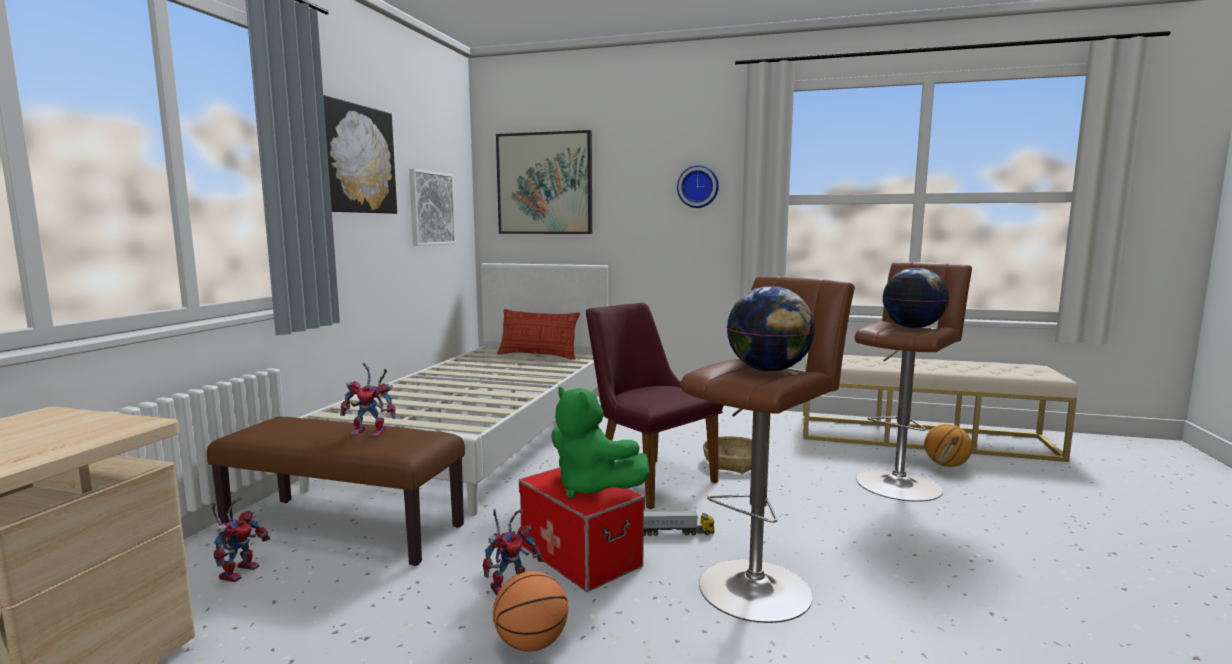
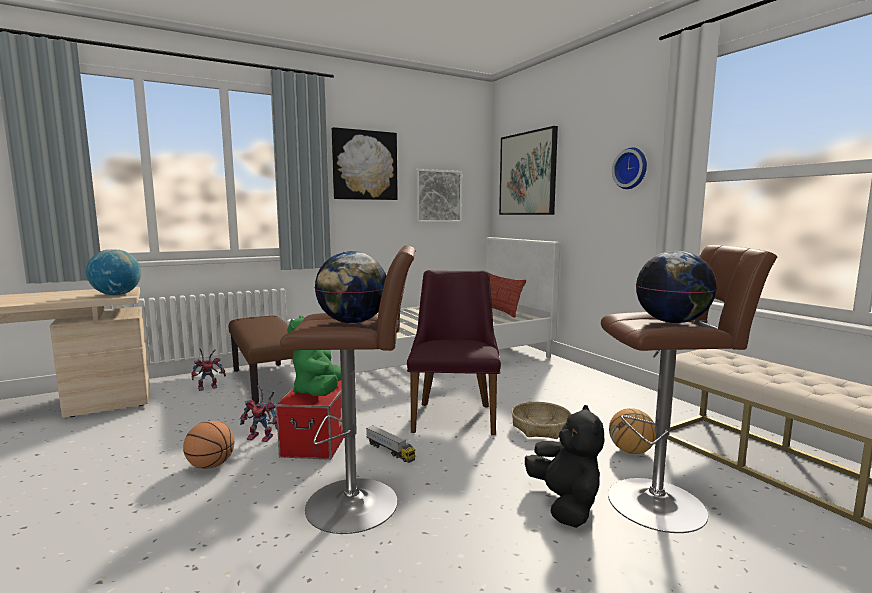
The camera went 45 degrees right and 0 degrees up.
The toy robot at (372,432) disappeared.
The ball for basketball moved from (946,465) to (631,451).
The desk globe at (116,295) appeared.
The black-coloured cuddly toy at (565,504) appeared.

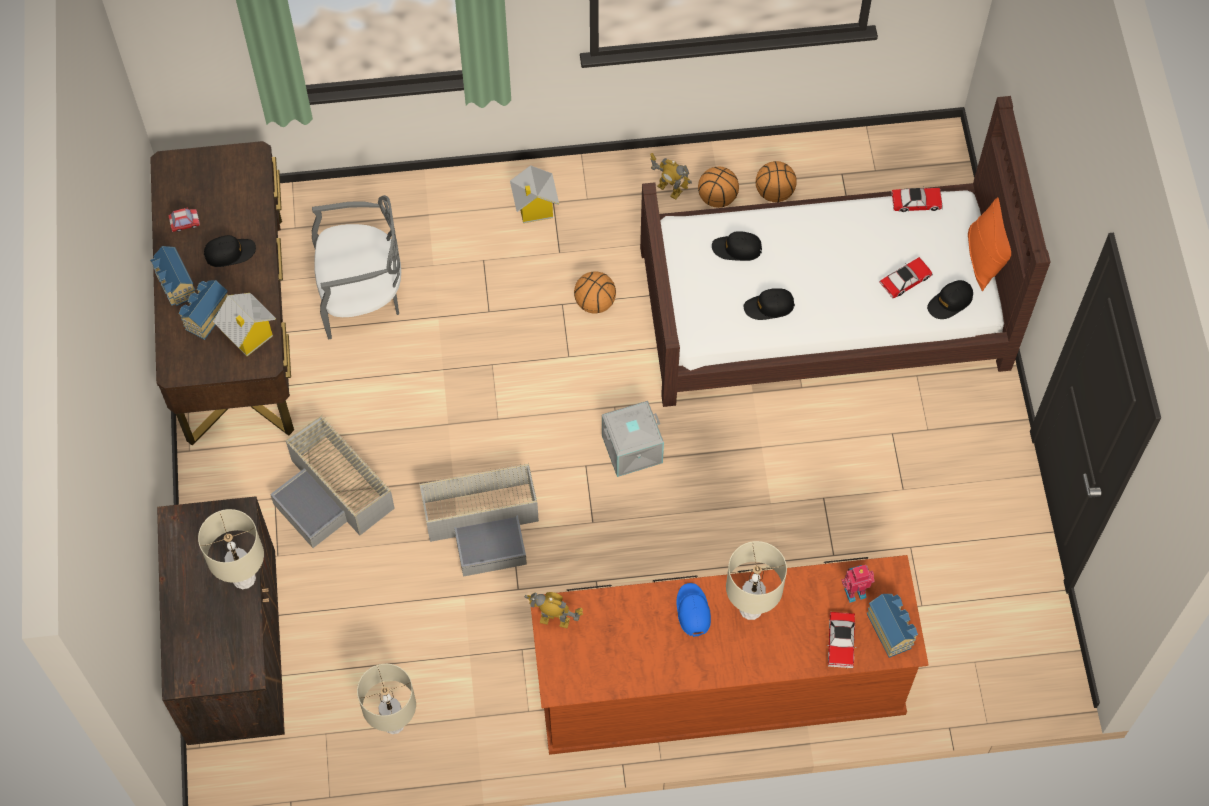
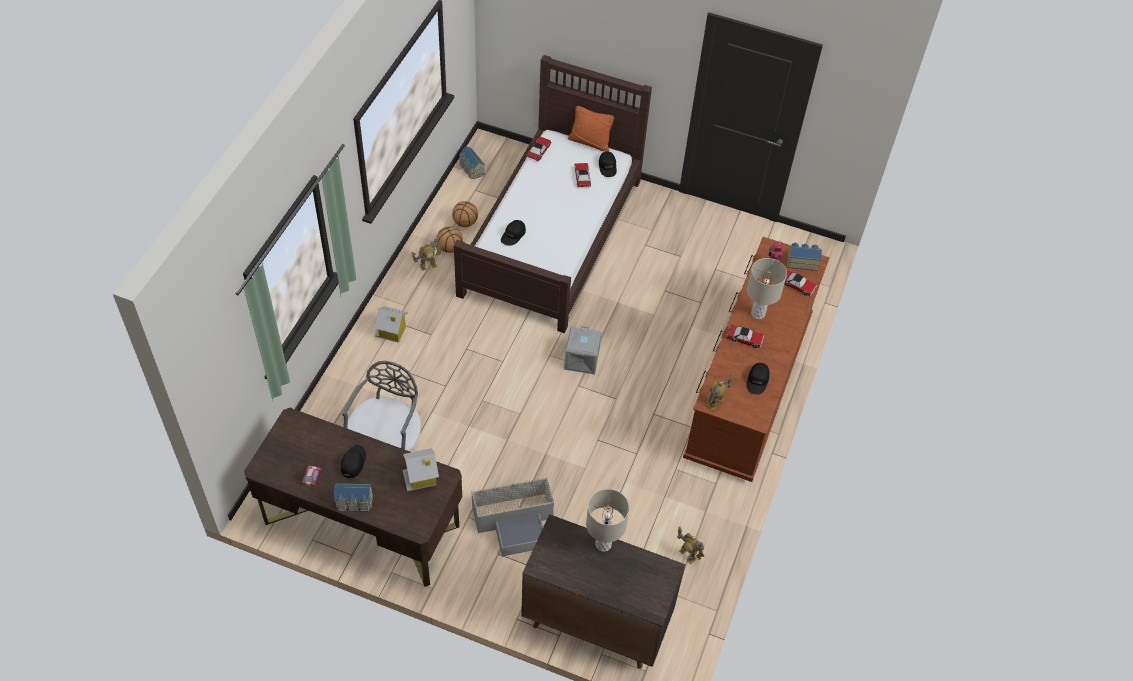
The camera went 65 degrees left and 10 degrees down.
The ball for basketball at (595,302) disappeared.
The toy house moved from (205,315) to (471,169).
The black-coloured cap moved from (769,307) to (757,381).
The greyish storage box at (485,523) disappeared.
The blue cap at (693,611) was replaced by the miniature car at (745,338).
The beige-coloured lamp for a table at (394,724) was replaced by the toy robot at (687,555).

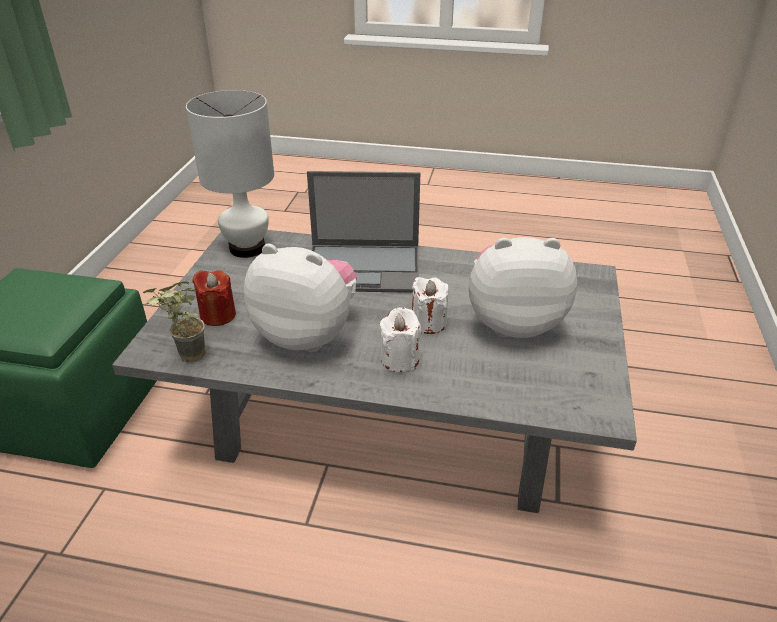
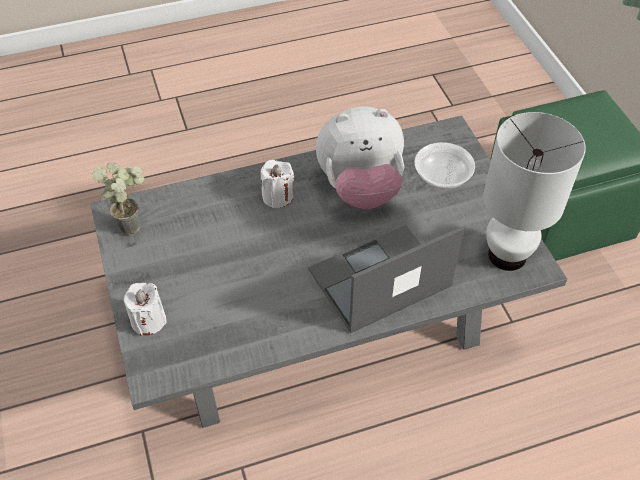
The camera went 150 degrees right and 15 degrees up.
The cuddly toy at (513,323) disappeared.
The red candle at (218,315) was replaced by the deep dish at (442,176).
The white candle moved from (428,323) to (148,320).
The houseplant moved from (185,358) to (133,222).

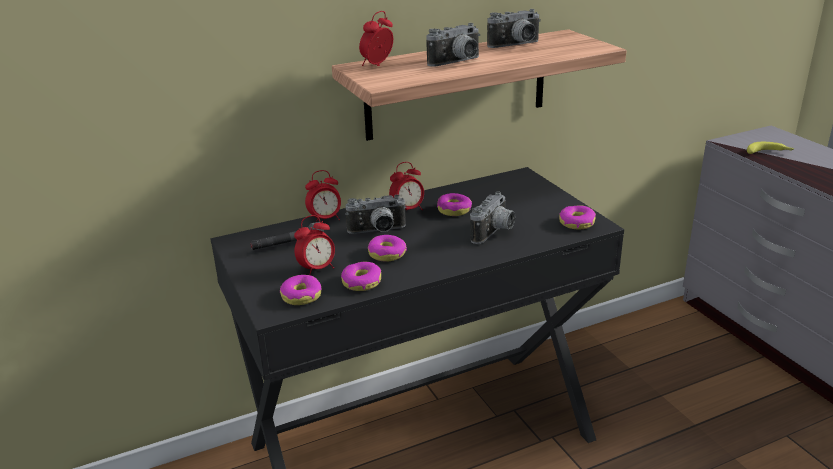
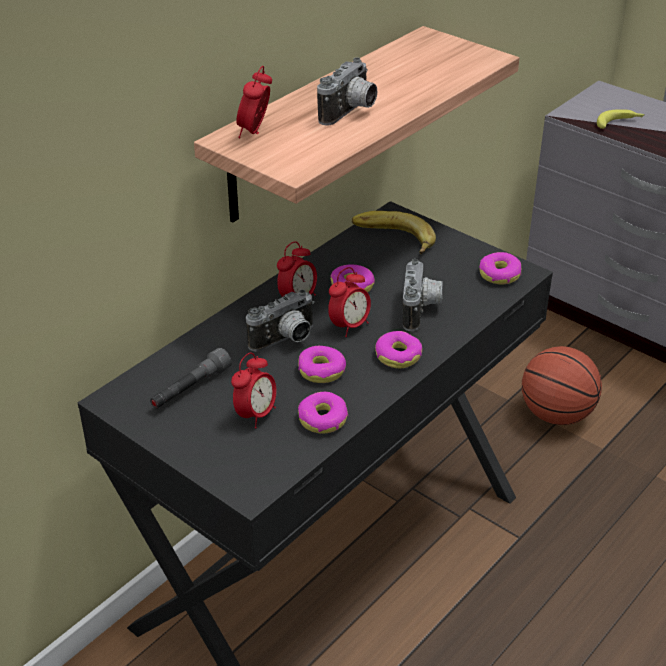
The camera went 25 degrees left and 10 degrees up.
The photo camera at (516,46) disappeared.
The bedside clock moved from (325,219) to (349,326).
The doughnut moved from (301,296) to (398,356).
The banana fruit at (392,239) appeared.
The ball for basketball at (556,414) appeared.

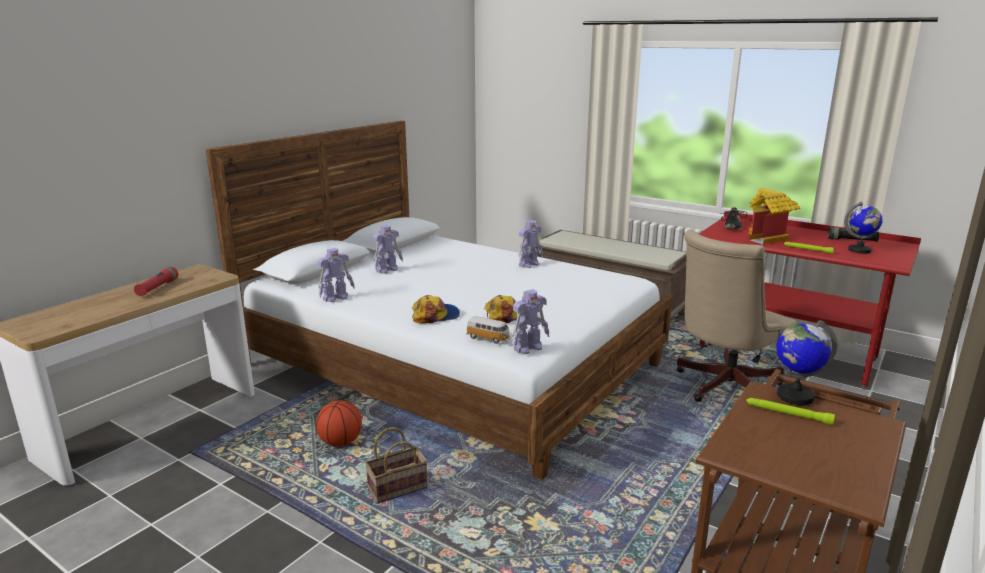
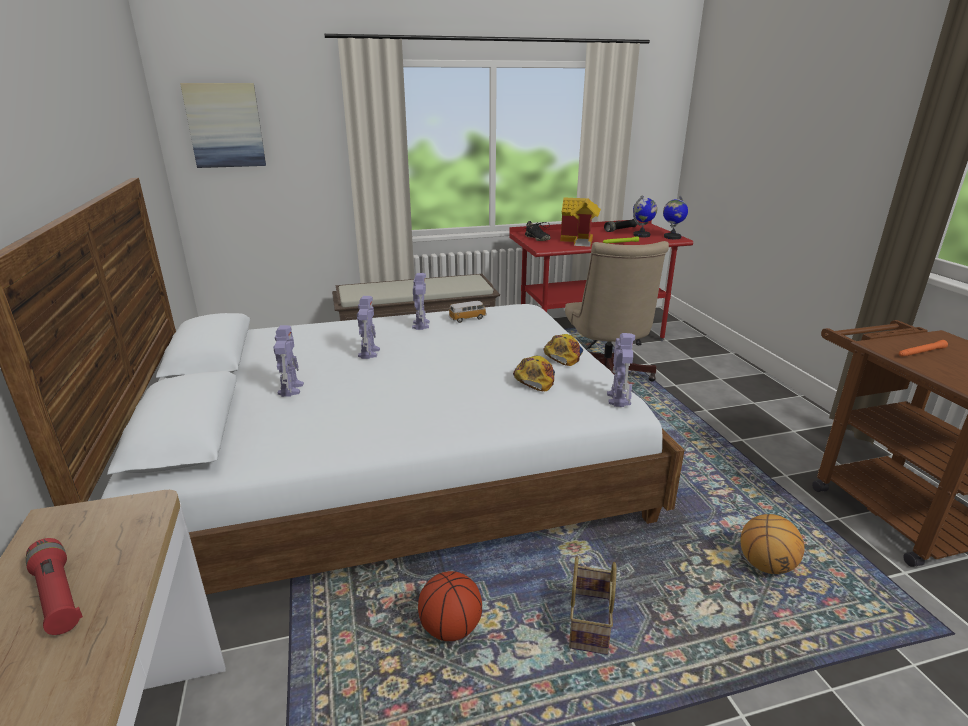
The camera went 50 degrees left and 5 degrees up.
The toy robot moved from (336,298) to (369,352).
The cap moved from (435,316) to (563,355).
The miniature car moved from (489,338) to (468,318).
The desk globe moved from (794,396) to (672,237).
The greenish hand torch at (788,414) became the orange hand torch at (920,352).
The wall art at (225,125) appeared.
The ball for basketball at (765,565) appeared.

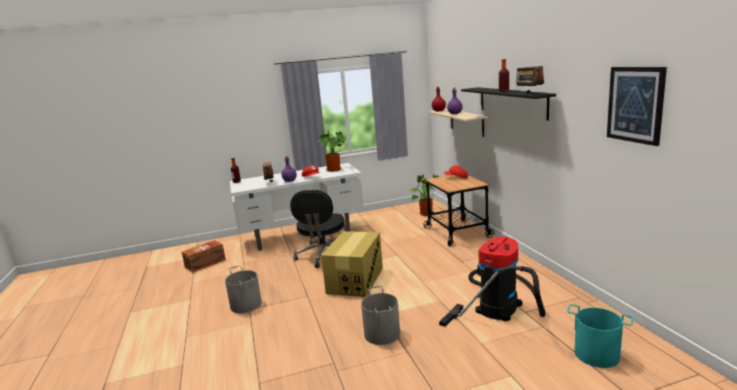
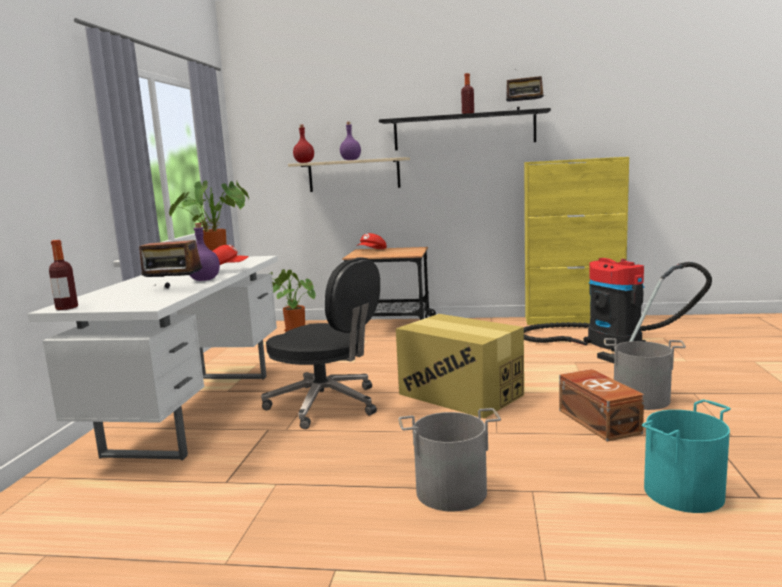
The camera went 65 degrees left and 5 degrees down.
The wall art at (635,104) disappeared.
The brownish storage box moved from (206,263) to (599,421).
The blue-green pail moved from (596,354) to (682,492).
The yellow-coloured cupboard at (574,320) appeared.

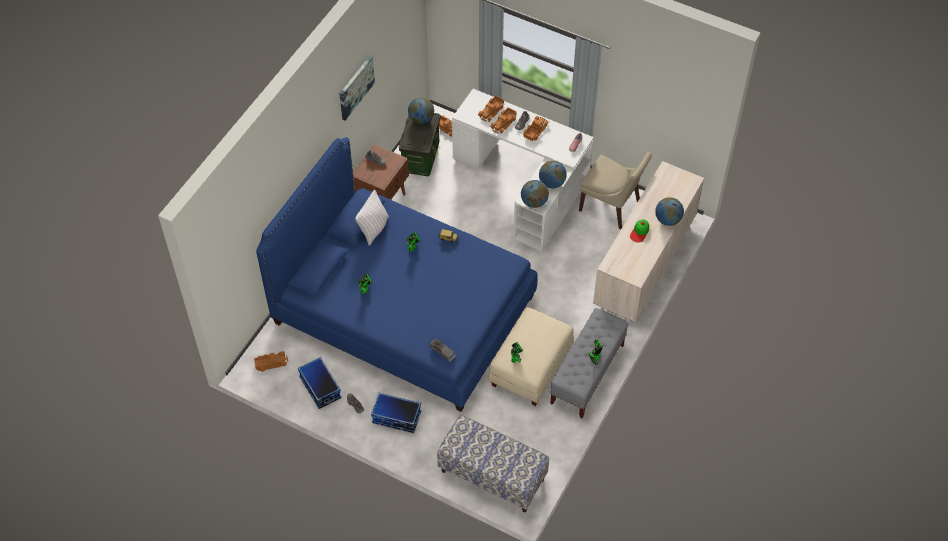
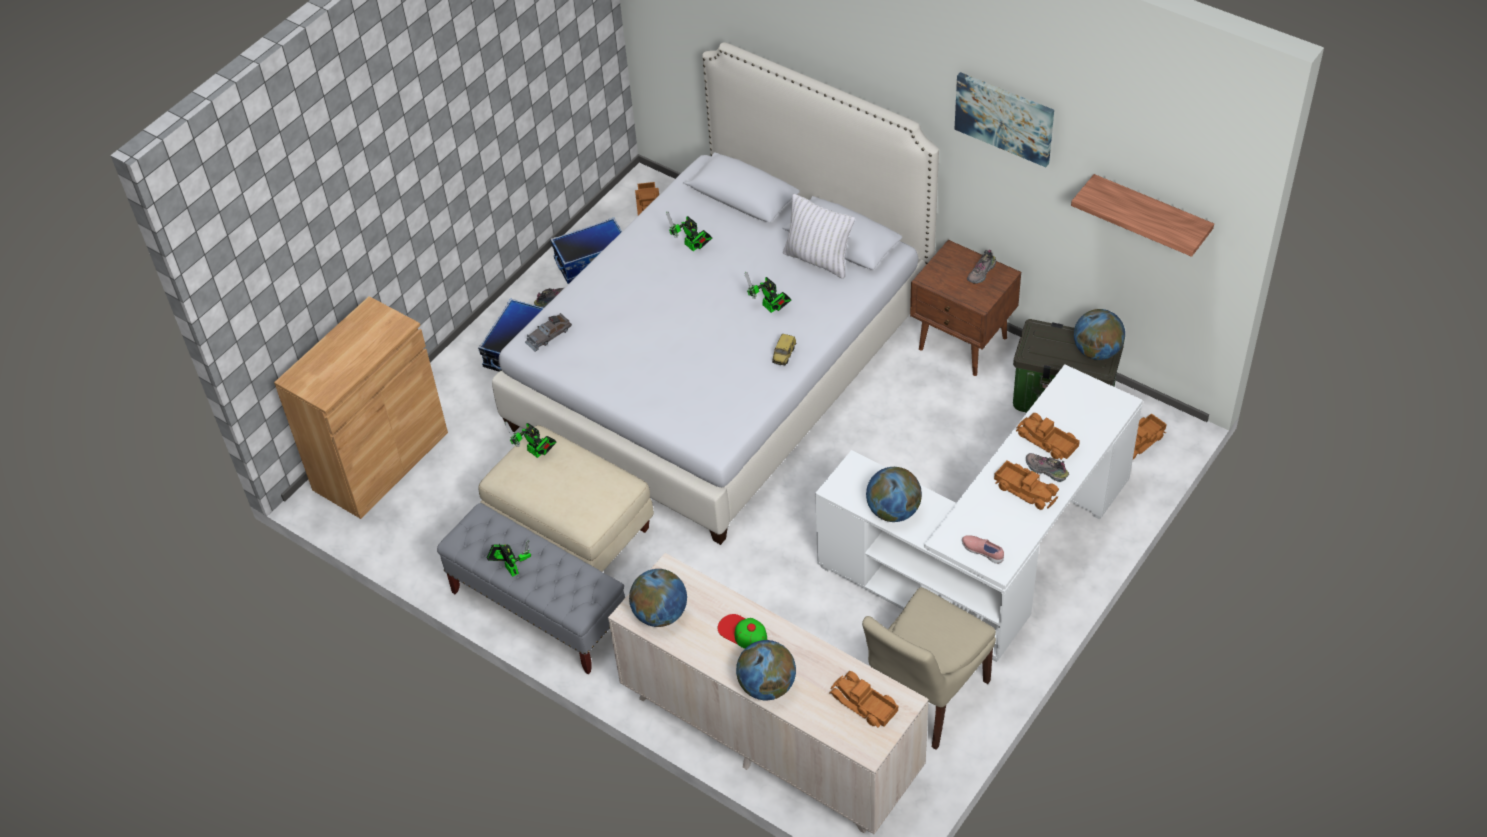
The camera went 100 degrees right and 5 degrees down.
The model truck moved from (492,111) to (863,704).
The blue bed at (403,310) became the white bed at (721,364).
The desk globe moved from (534,202) to (660,614).
The bench at (492,475) was replaced by the brownish cupboard at (380,461).
The wall shelf at (1151,213) appeared.

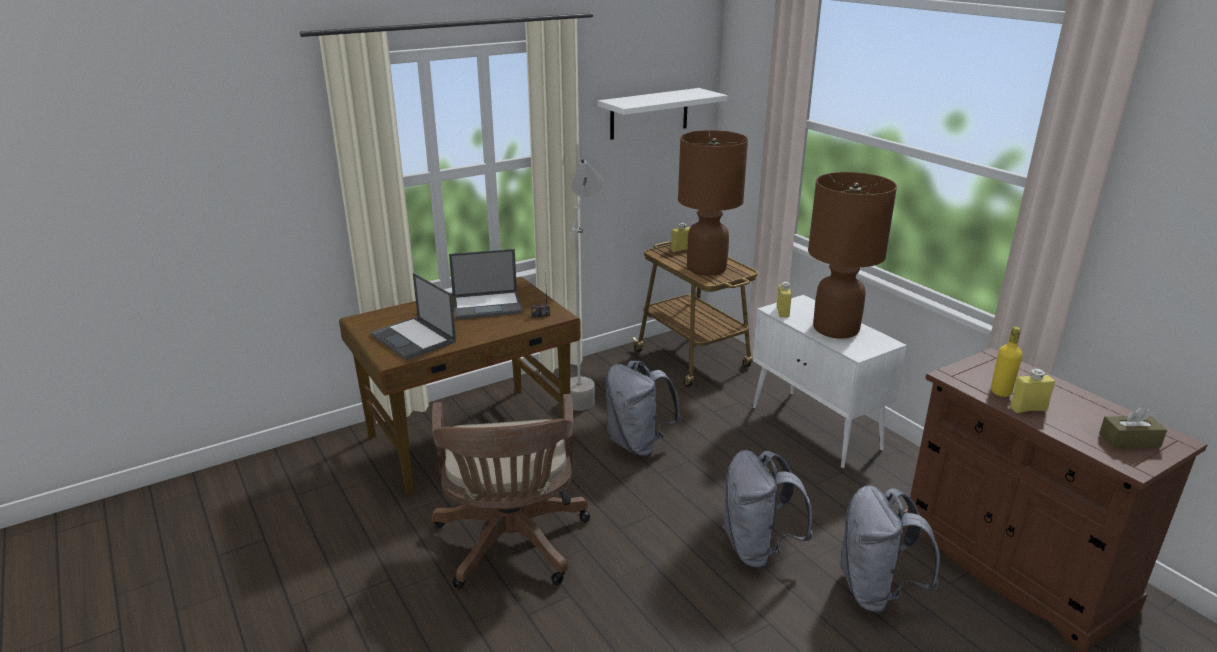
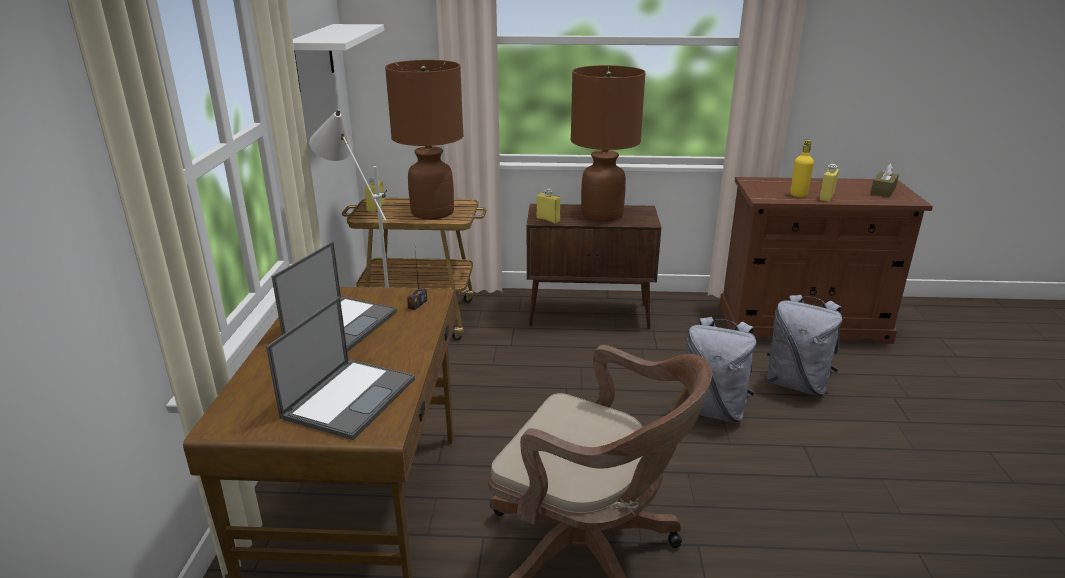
The camera went 55 degrees left and 0 degrees up.
The portable computer at (414,339) turned 60 degrees counterclockwise.
The white cupboard at (816,429) became the brownish cupboard at (590,315).
The greyish rucksack at (638,444) disappeared.

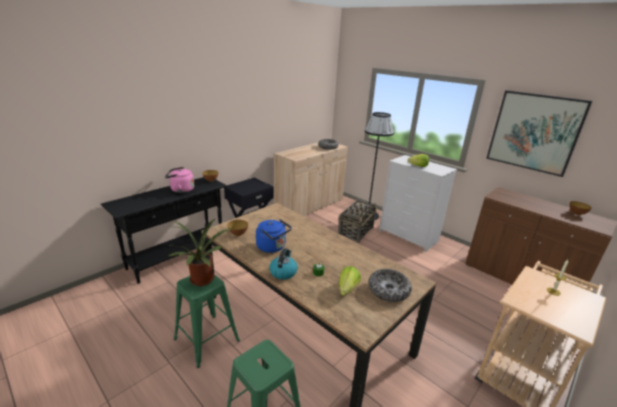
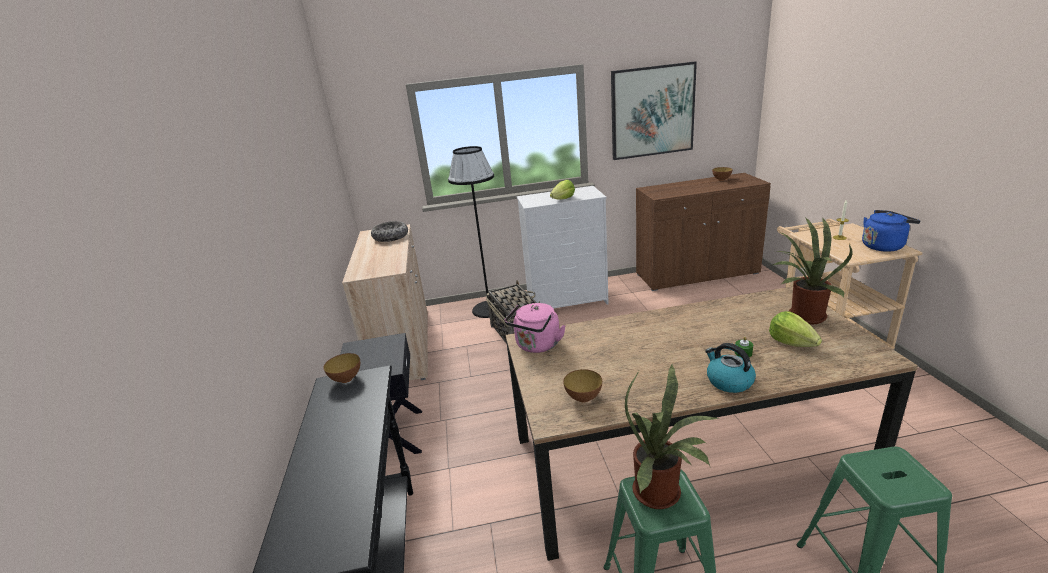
The camera went 50 degrees left and 0 degrees up.
The pink-coloured tea kettle moved from (181,190) to (537,346).
The blue tea kettle moved from (272,247) to (884,246).
The deep dish at (388,290) was replaced by the houseplant at (802,317).

